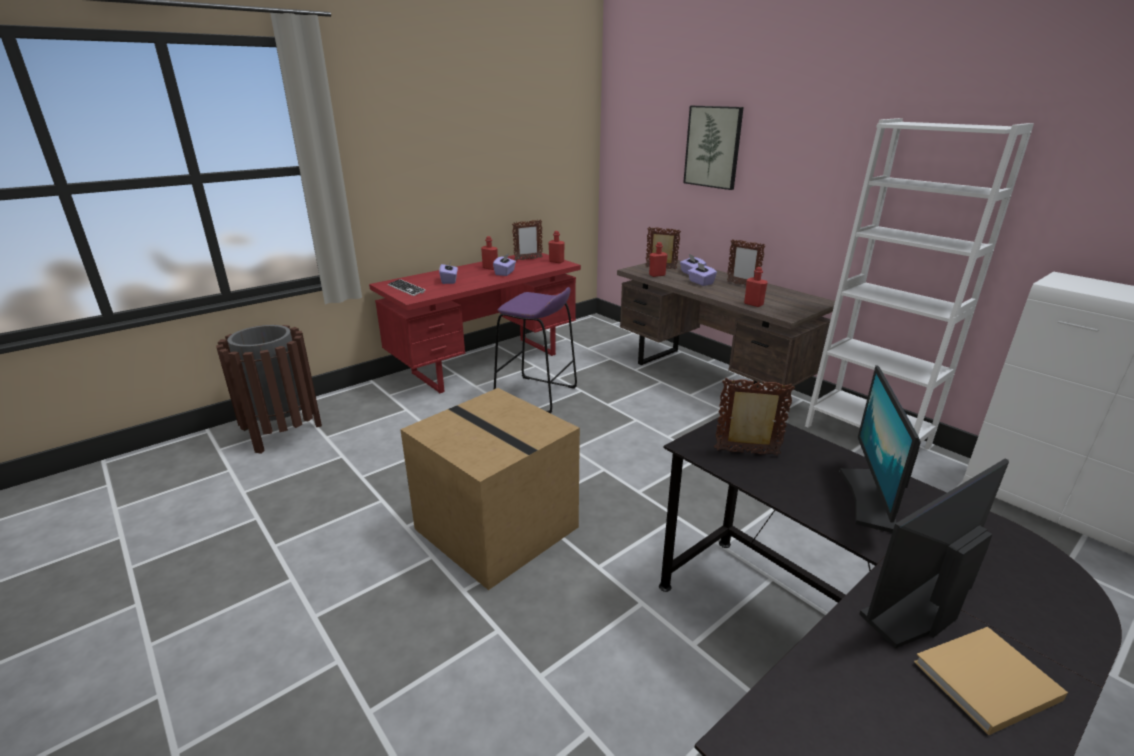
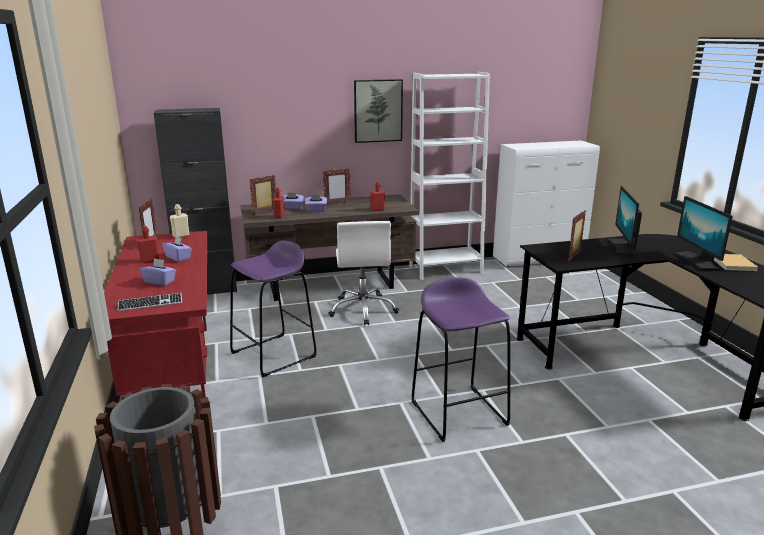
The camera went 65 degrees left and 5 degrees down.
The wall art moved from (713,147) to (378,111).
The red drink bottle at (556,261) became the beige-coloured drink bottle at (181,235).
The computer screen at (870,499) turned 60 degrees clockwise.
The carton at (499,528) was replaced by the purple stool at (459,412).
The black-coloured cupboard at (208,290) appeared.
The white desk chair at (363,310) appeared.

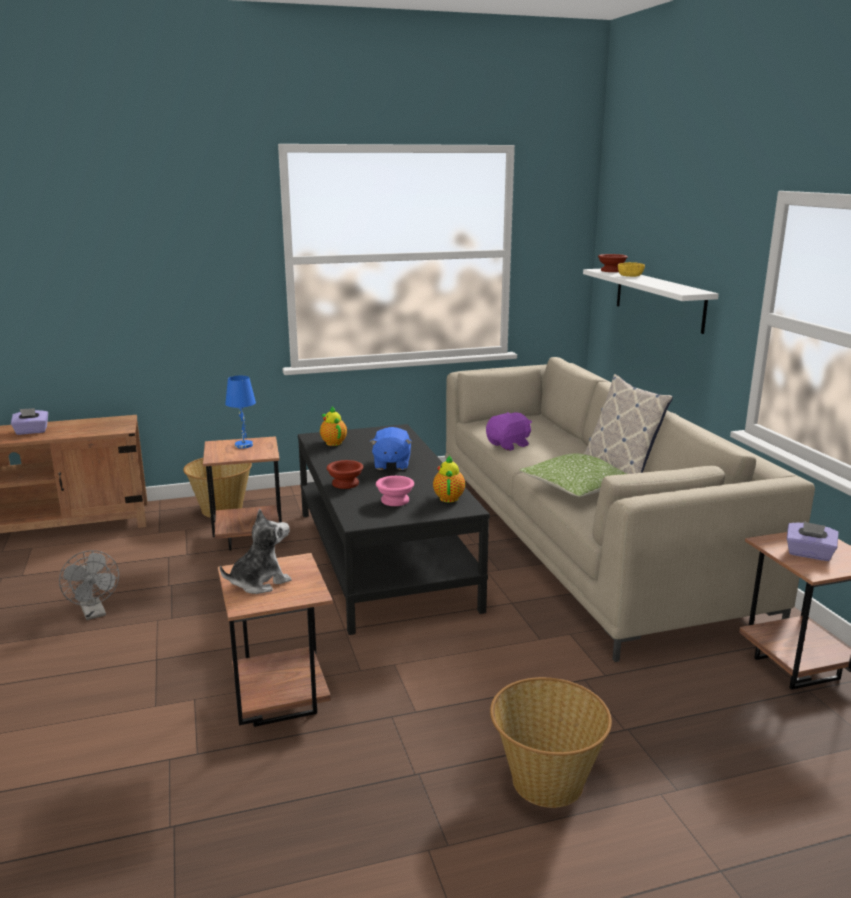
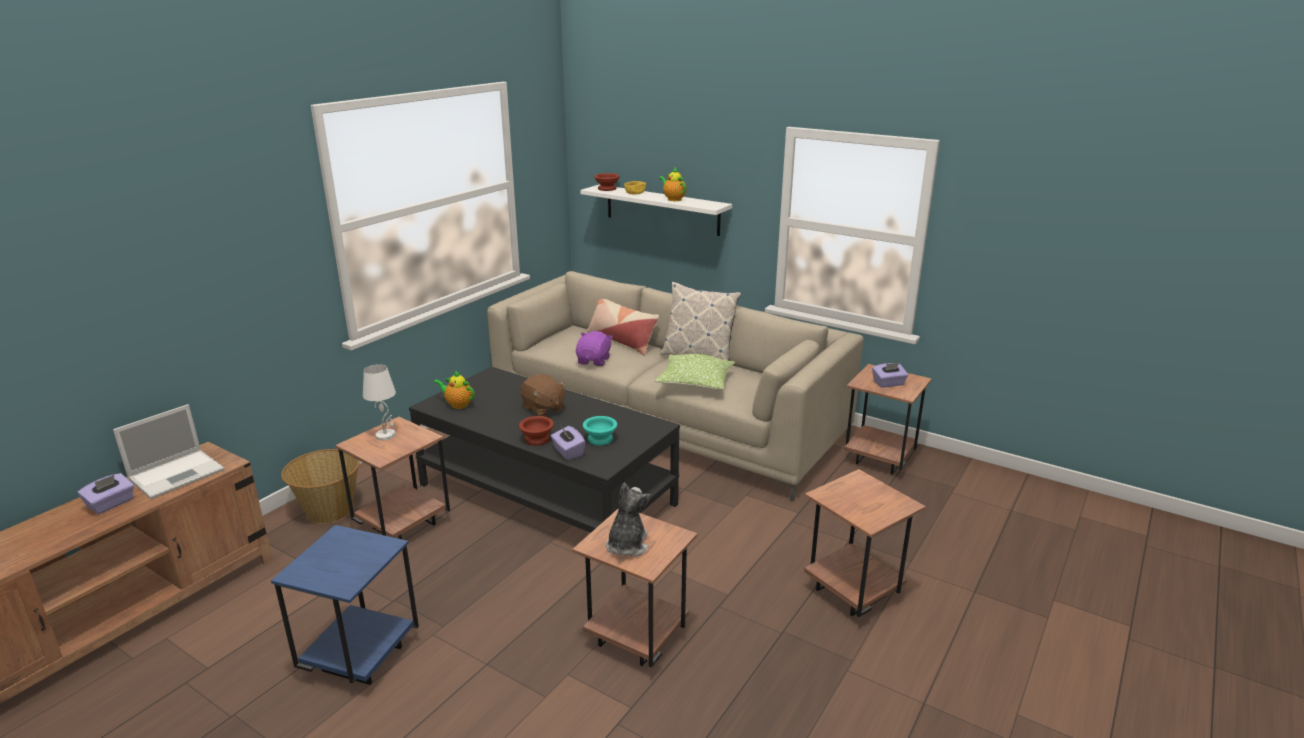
The camera went 40 degrees left and 5 degrees up.
The blue lamp for a table at (244,445) became the white lamp for a table at (386,435).
The blue cuddly toy at (391,464) became the brownish cuddly toy at (543,409).
The teapot moved from (449,497) to (673,199).
The pink-coloured deep dish at (395,501) became the blue-green deep dish at (601,439).
The greyish fan at (95,613) was replaced by the blue side table at (360,660).
The basket at (546,781) was replaced by the brownish side table at (850,594).
The cushion at (621,341) appeared.
The portable computer at (178,473) appeared.
The purple box of tissues at (568,452) appeared.

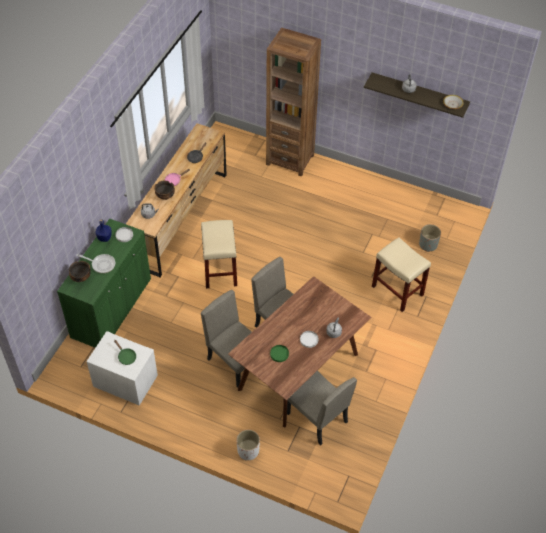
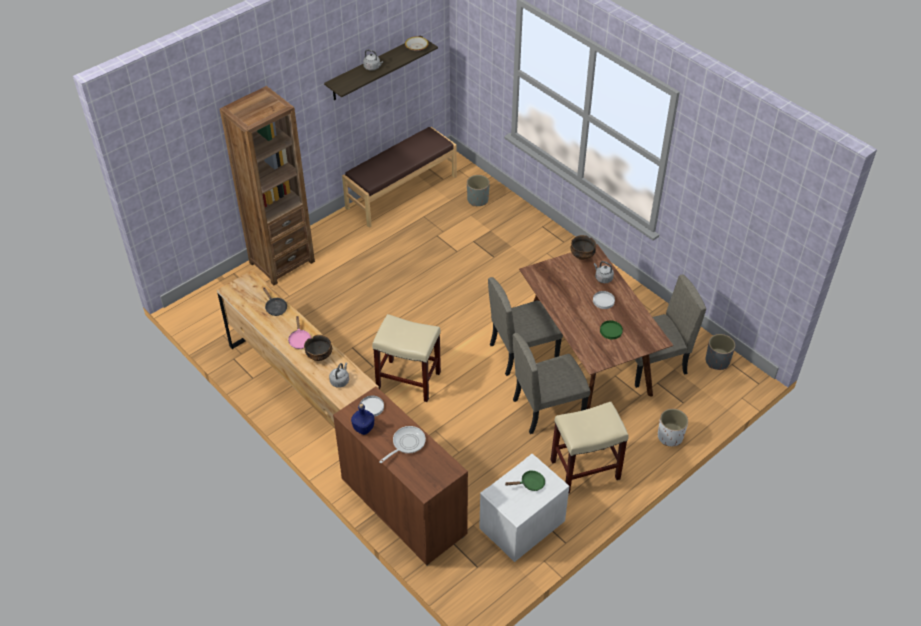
The camera went 65 degrees left and 5 degrees down.
The greenish cupboard at (111,308) became the brownish cupboard at (403,506).
The beige-coloured stool moved from (397,290) to (584,470).
The deep dish moved from (81,277) to (582,255).
The brownish bench at (401,192) appeared.
The greyish planter at (717,361) appeared.

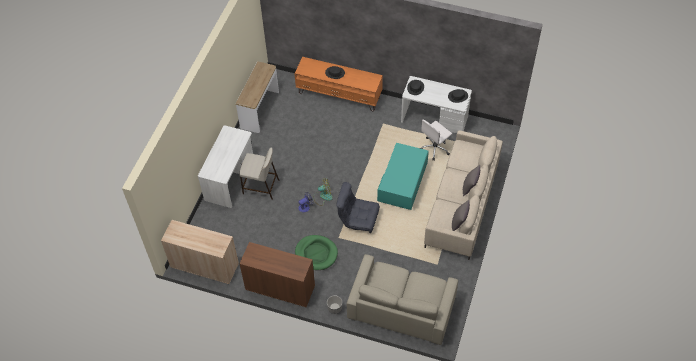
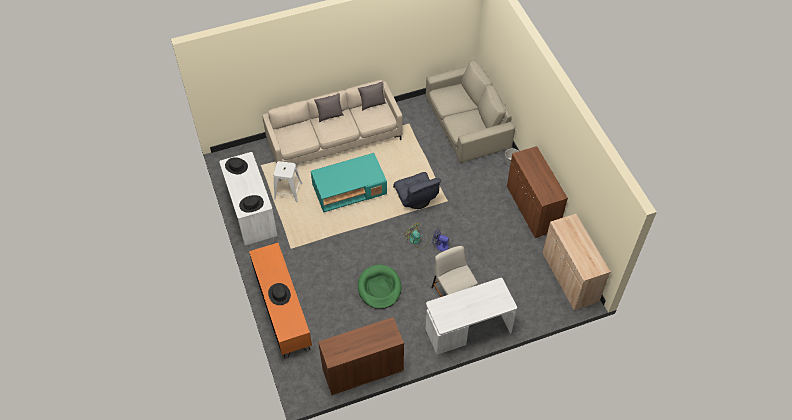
The camera went 130 degrees left and 0 degrees up.
The console table at (260,110) was replaced by the brownish cupboard at (363,370).
The white desk chair at (435,148) was replaced by the white stool at (288,191).
The greenish dog bed moved from (316,253) to (379,288).

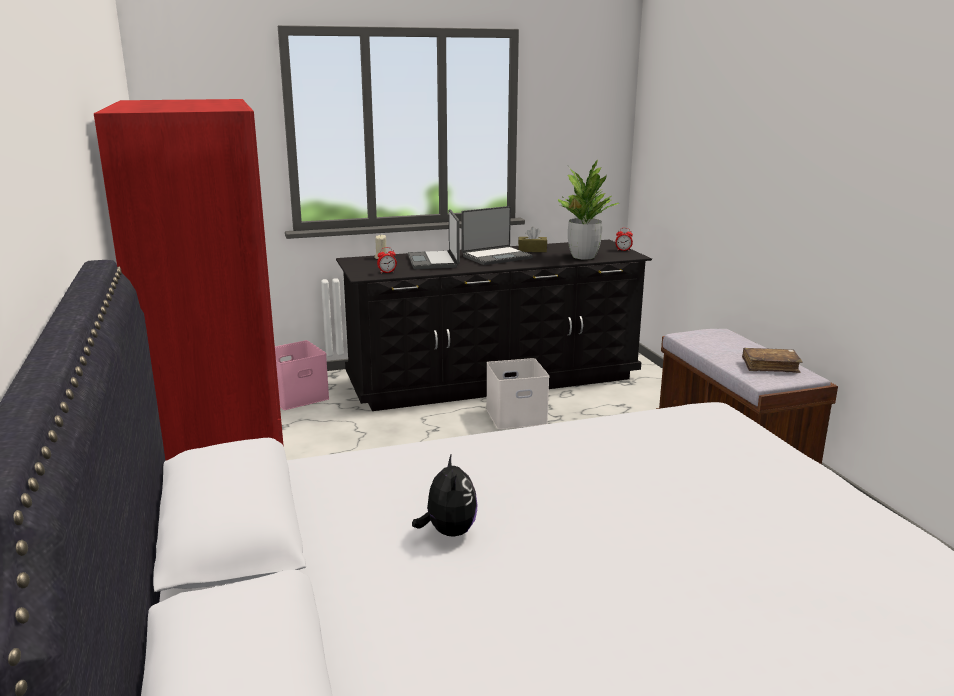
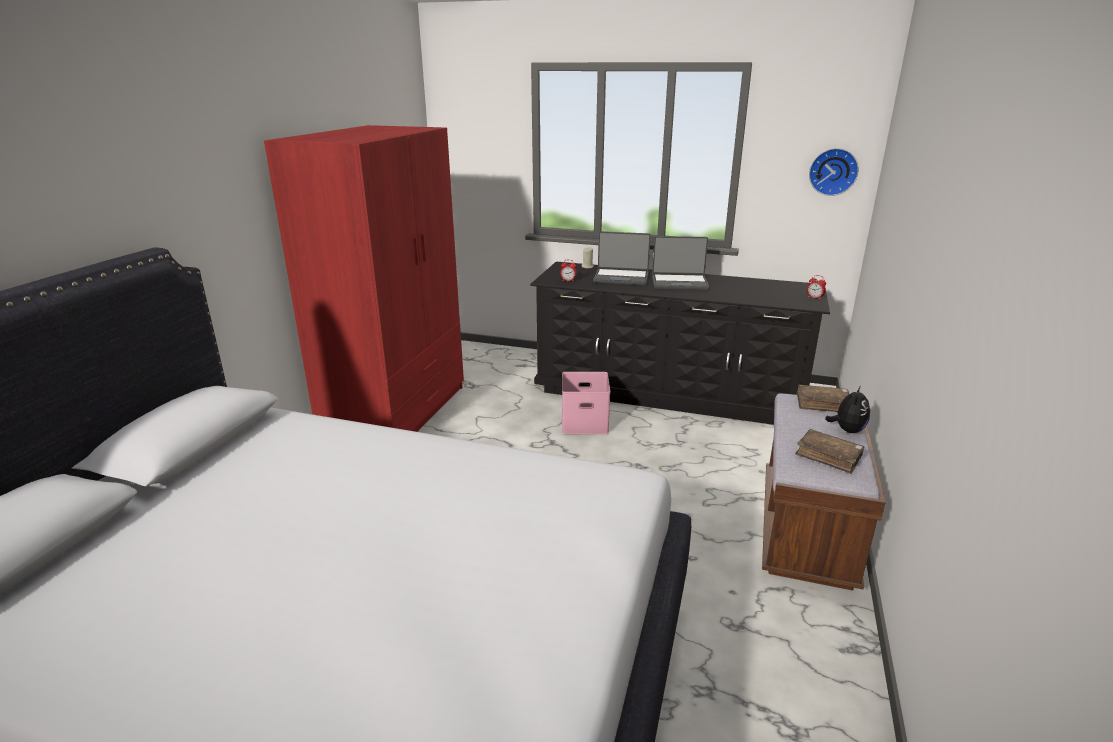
The camera went 35 degrees right and 5 degrees up.
The houseplant at (583,257) disappeared.
The portable computer at (434,261) turned 105 degrees counterclockwise.
The brownish box of tissues at (532,250) disappeared.
The pink-coloured storage box moved from (298,396) to (585,422).
The white storage box at (517,415) disappeared.
The cuddly toy moved from (448,532) to (847,430).
The hanging clock at (833,171) appeared.
The brownish bound book at (822,404) appeared.

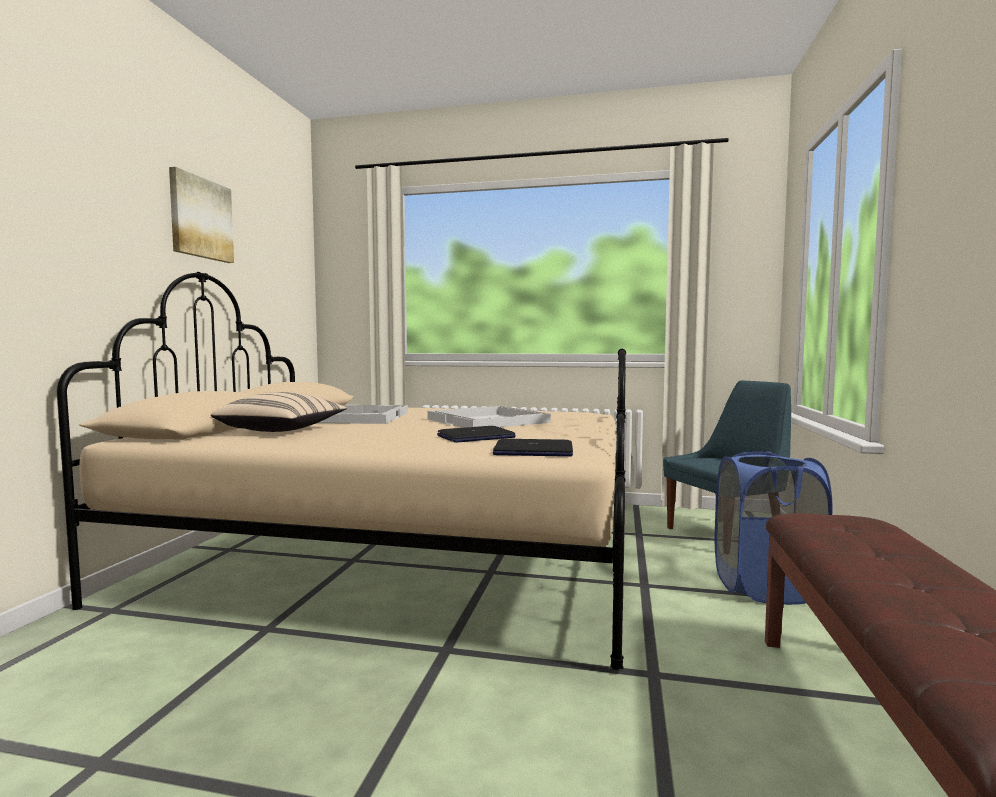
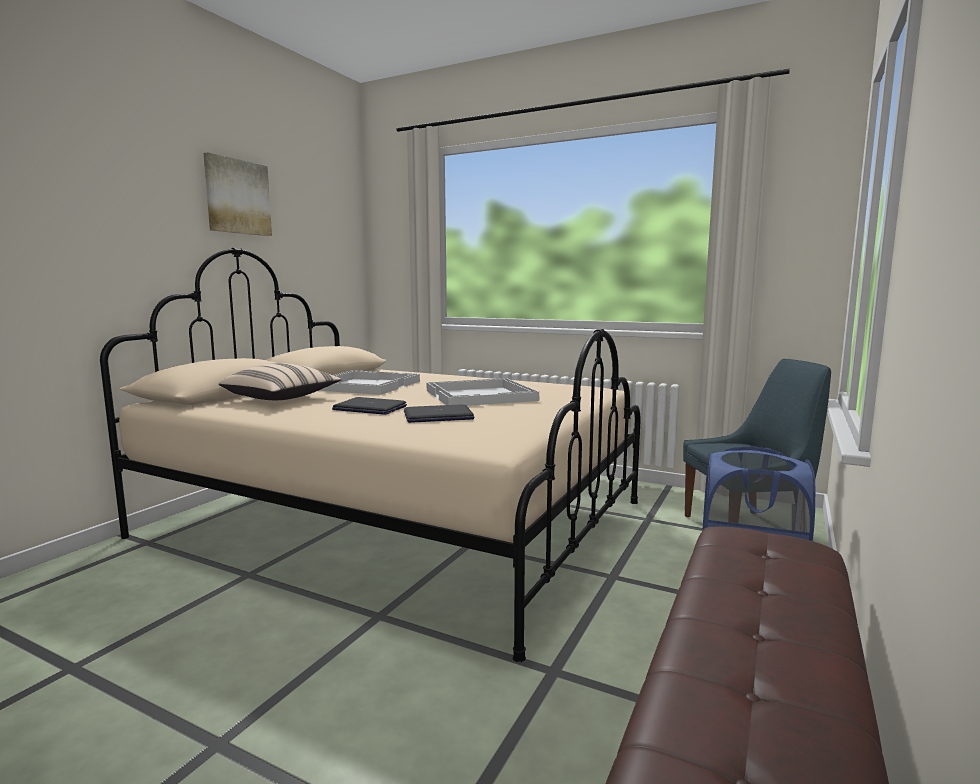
The camera went 15 degrees right and 5 degrees up.
The portable computer moved from (533,451) to (369,408).

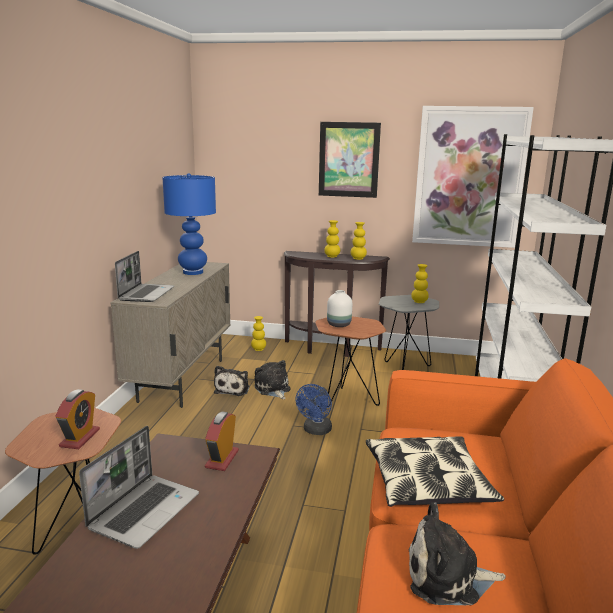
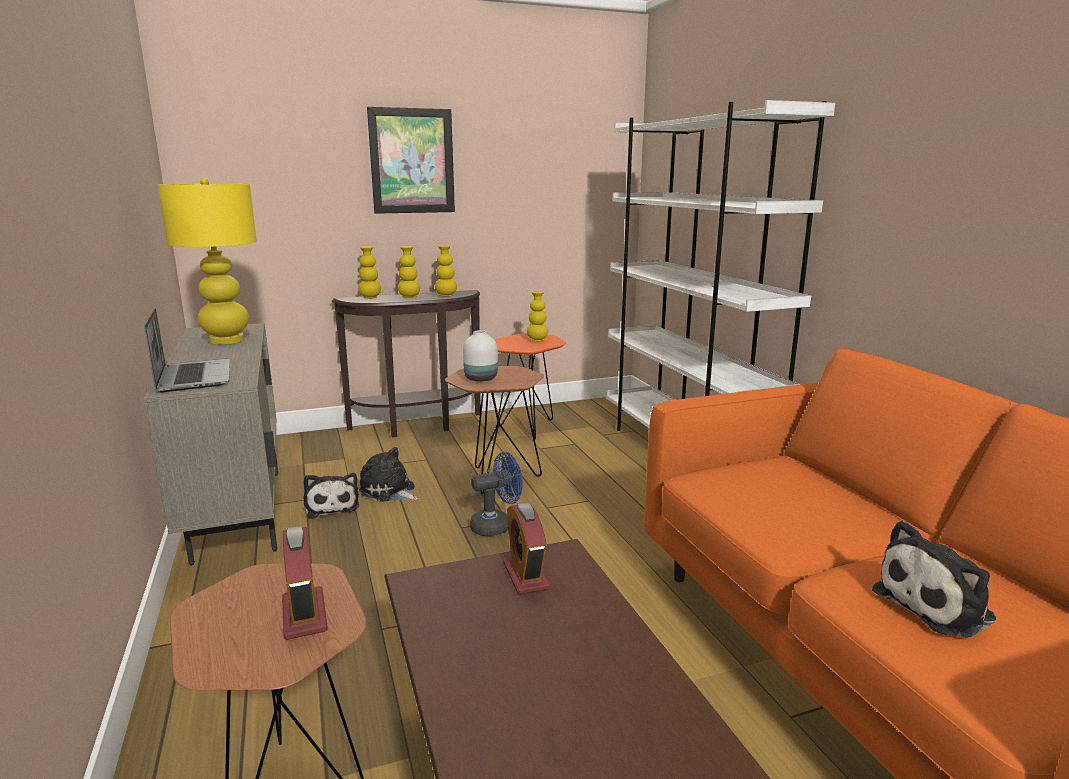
The camera went 30 degrees left and 0 degrees up.
The wall art at (469,177) disappeared.
The blue lamp for a table at (192,272) became the yellow-coloured lamp for a table at (226,340).
The greyish side table at (404,368) became the orange side table at (526,429).
The yellow-coloured flower vase moved from (258,349) to (370,298).
The blue fan at (316,431) turned 105 degrees counterclockwise.
The portable computer at (145,510) disappeared.
The cushion at (427,482) disappeared.

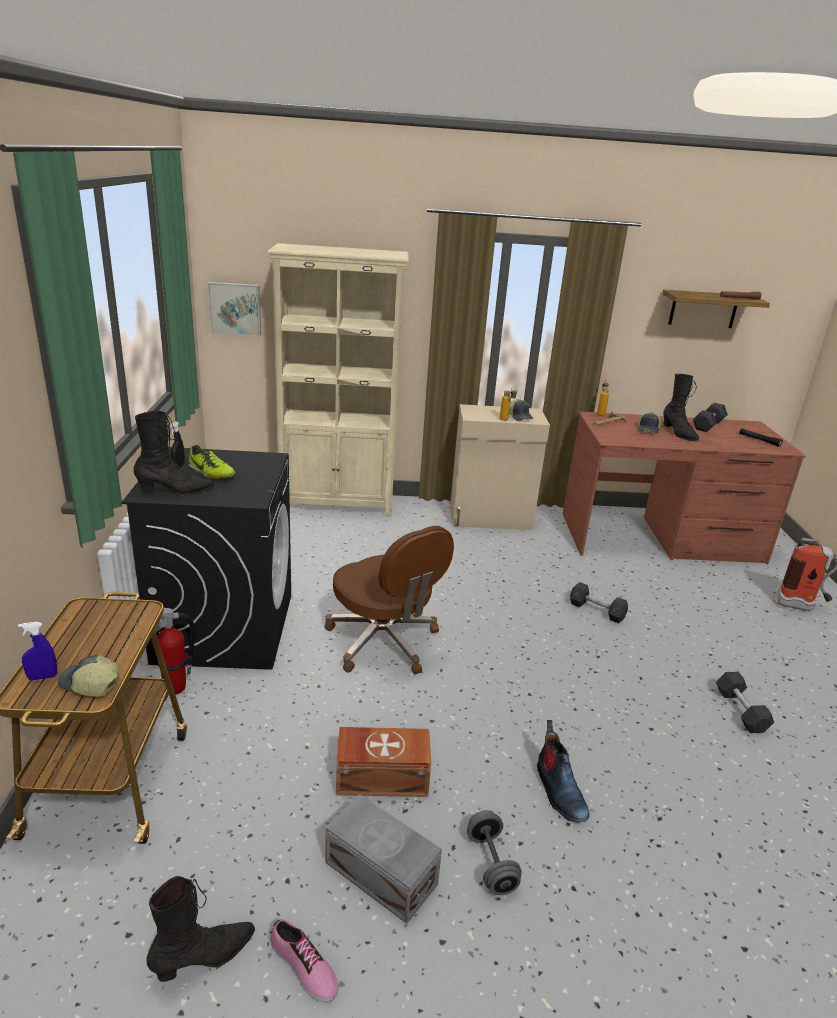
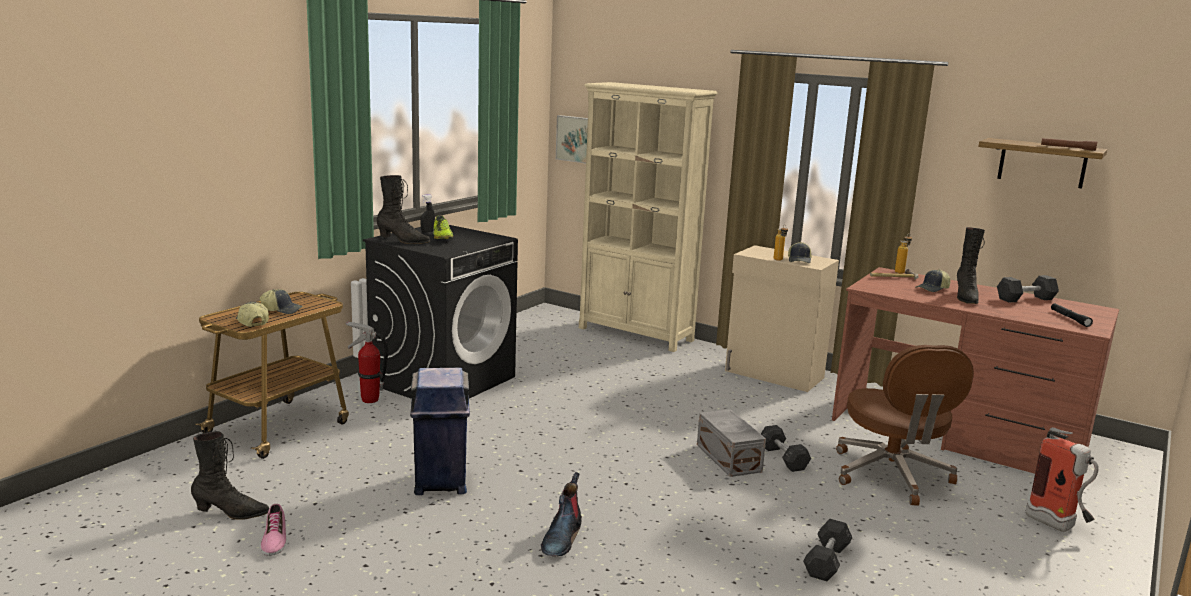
The camera went 35 degrees right and 10 degrees down.
The brownish desk chair moved from (384,642) to (892,476).
The blue sprayer at (42,677) disappeared.
The brownish storage box at (381,776) was replaced by the blue trash can at (440,483).
The greyish storage box moved from (381,875) to (728,458).
The greyish free weight at (491,863) disappeared.
The cap at (282,310) appeared.

